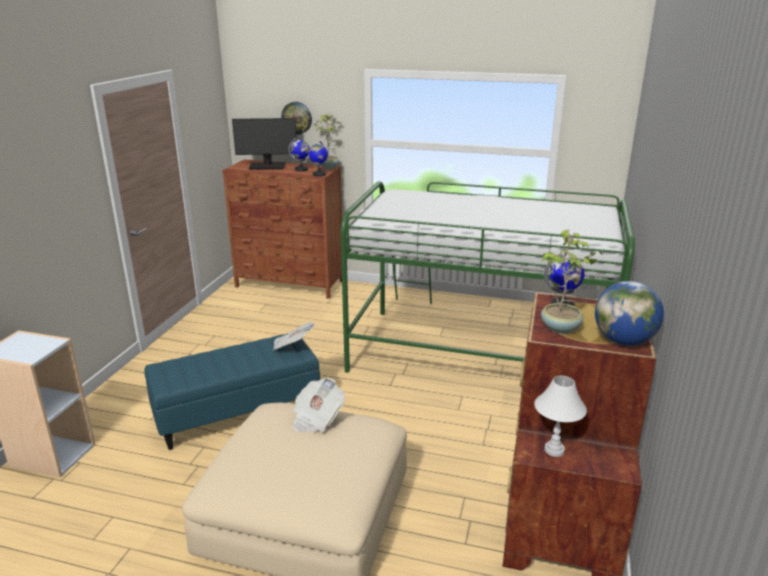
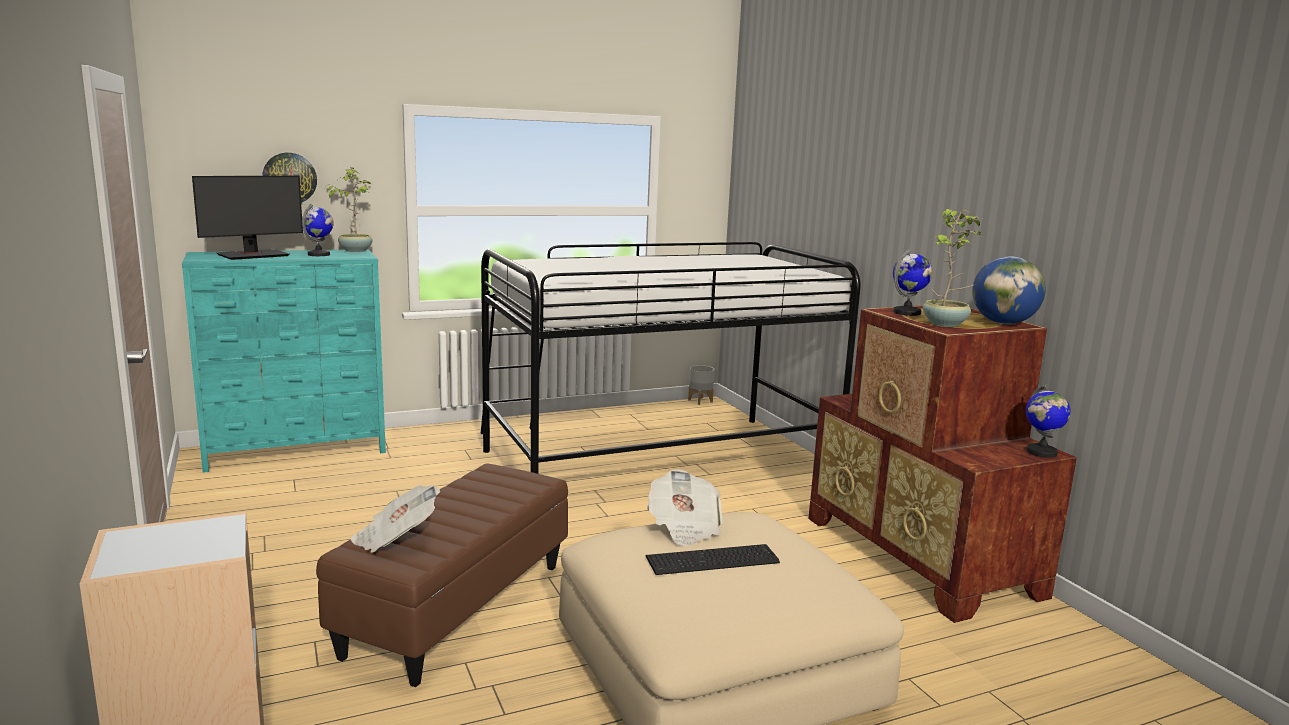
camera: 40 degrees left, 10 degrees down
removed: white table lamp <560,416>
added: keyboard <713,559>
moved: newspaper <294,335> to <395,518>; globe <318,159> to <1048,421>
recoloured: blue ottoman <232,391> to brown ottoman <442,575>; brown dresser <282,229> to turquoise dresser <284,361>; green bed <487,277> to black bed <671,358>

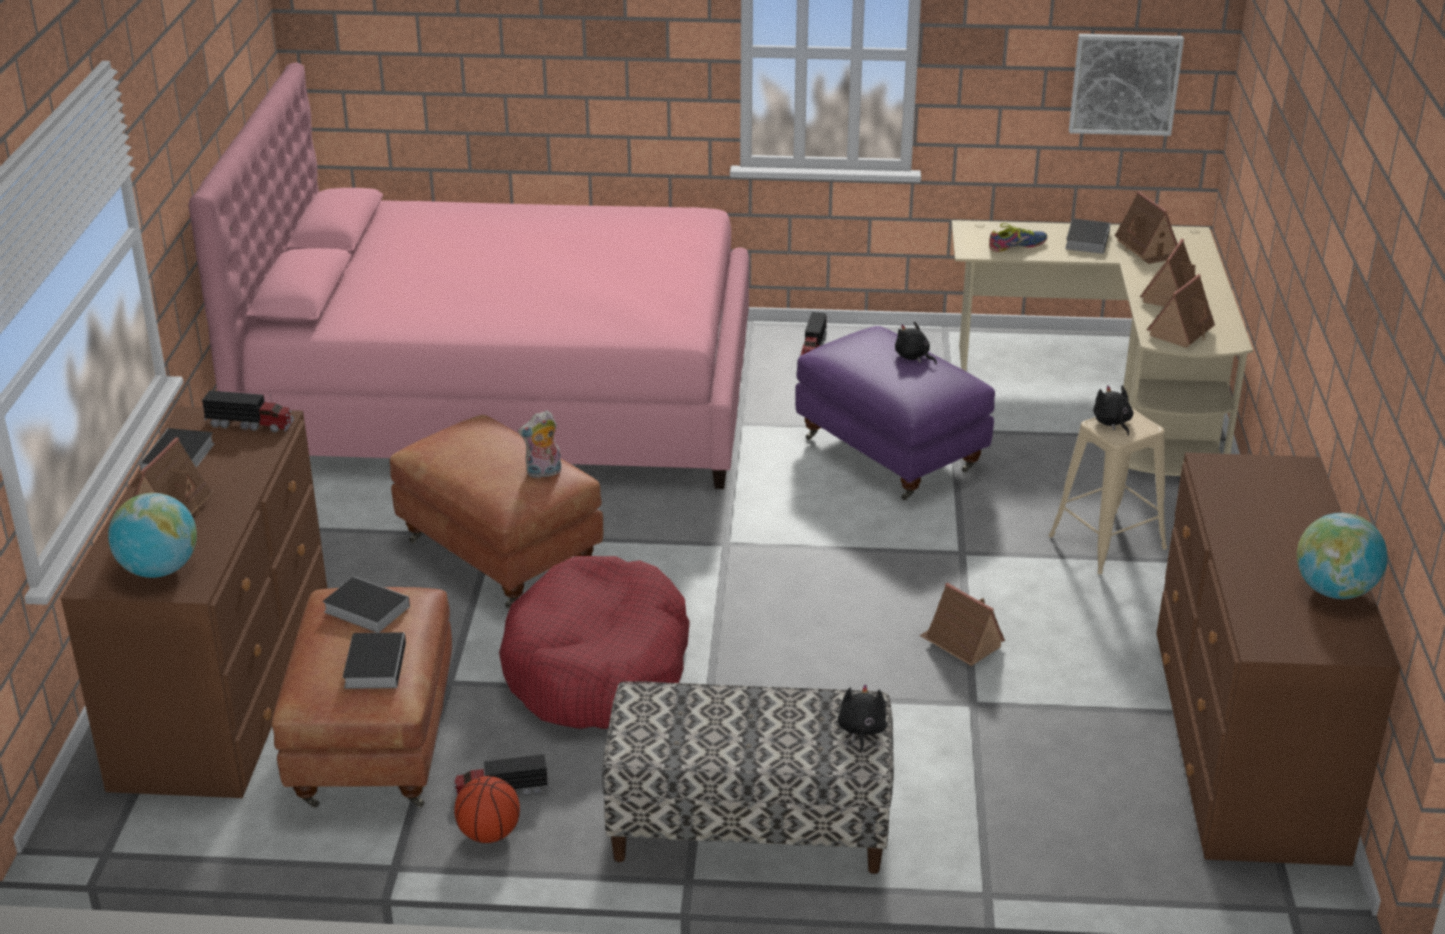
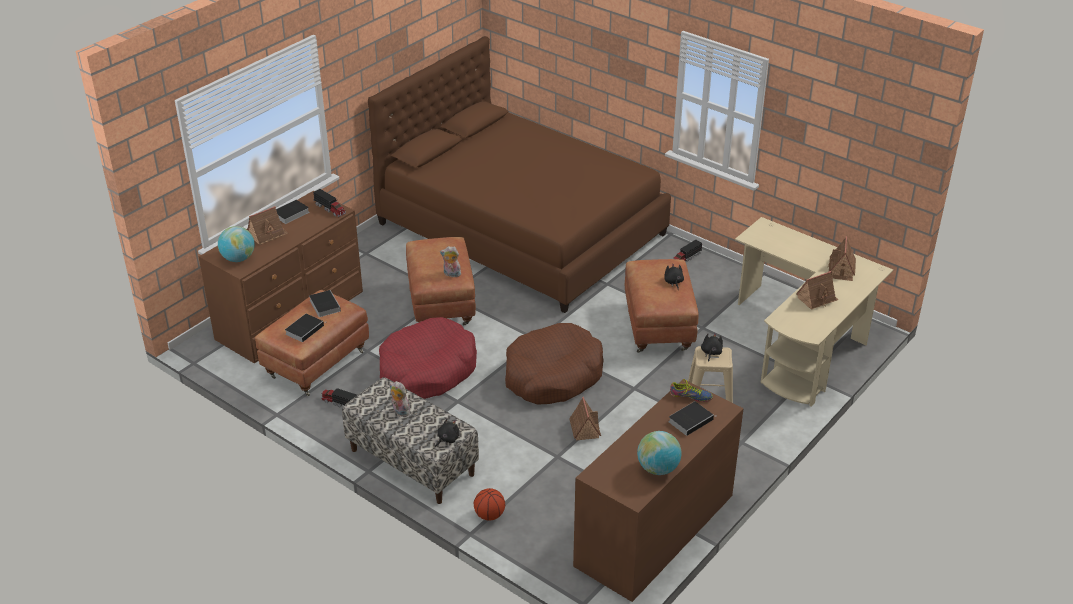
camera: 35 degrees right, 5 degrees up
removed: picture <1126,85>; toy house <1181,311>
added: plush toy <400,399>; brown dog bed <554,363>
moved: basketball <487,809> to <489,504>; shoe <1018,237> to <691,390>; book <1087,236> to <692,418>
recoloured: pink bed <468,276> to brown bed <519,174>; purple ottoman <895,413> to brown ottoman <662,306>

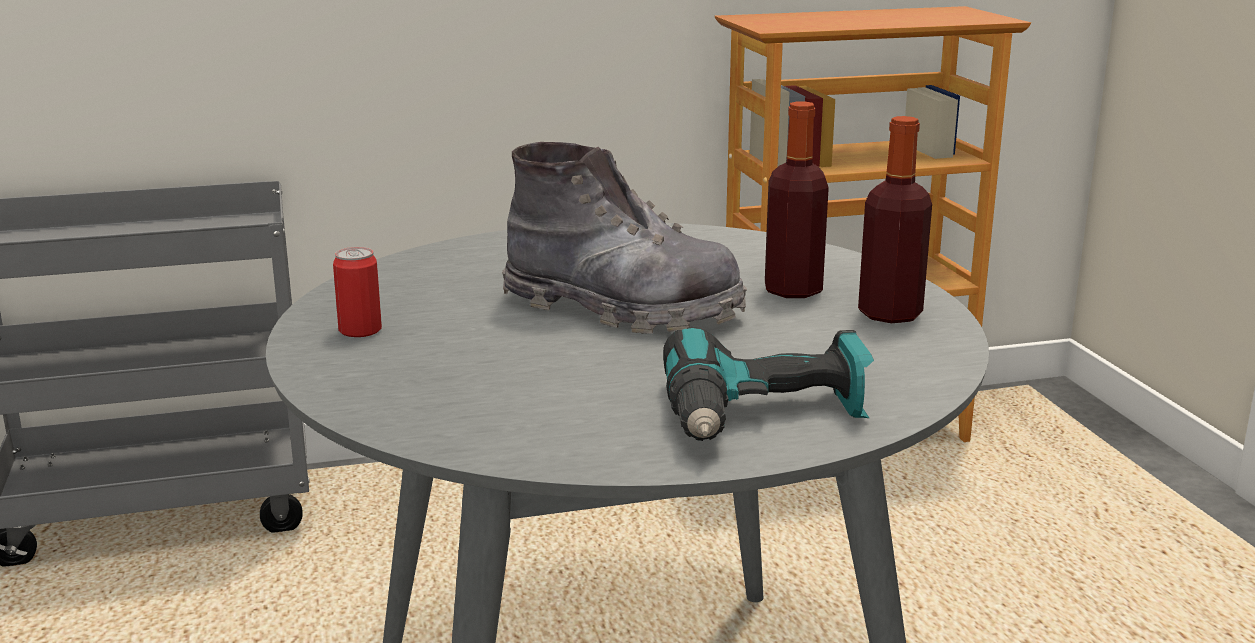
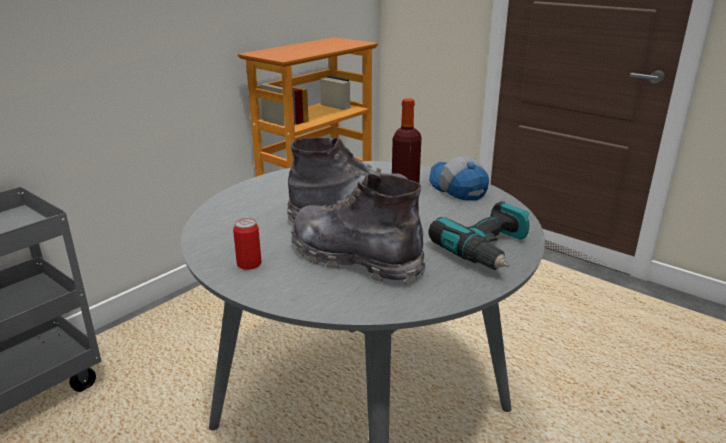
camera: 35 degrees left, 5 degrees up
added: grey boot <358,229>
replaced: bottle <895,219> to cap <459,178>

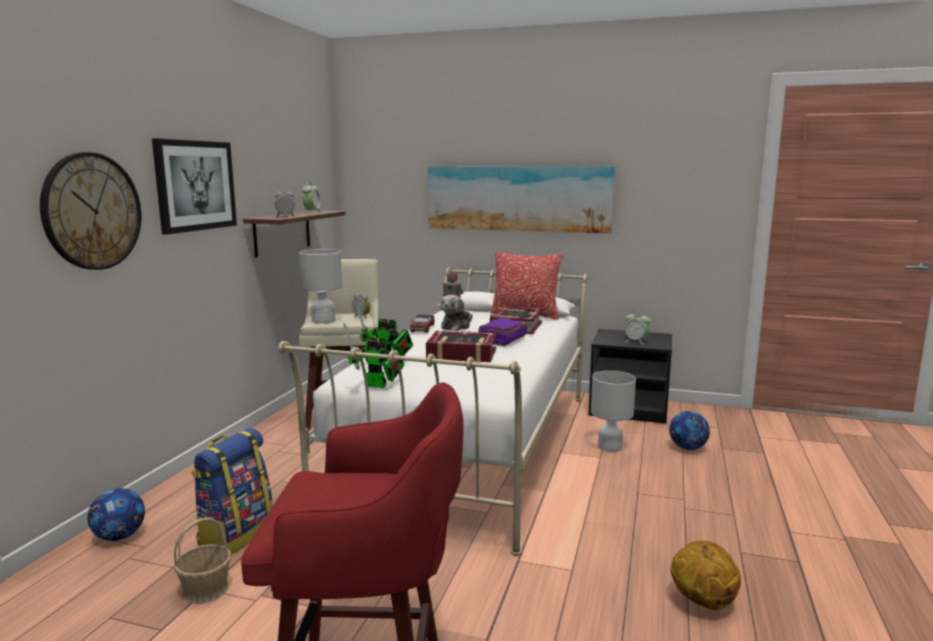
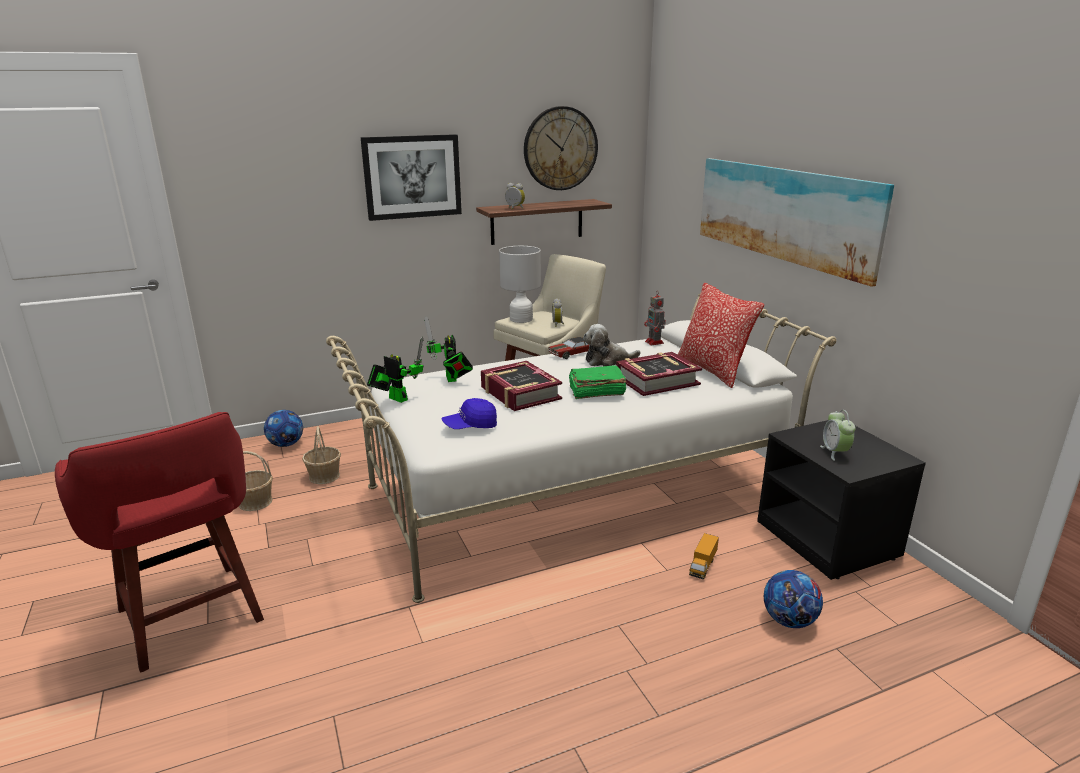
camera: 50 degrees right, 10 degrees up
removed: alarm clock <311,197>; basketball <705,575>
added: blue cap <469,413>
moved: wall clock <90,211> to <561,148>
replaced: backpack <232,491> to basket <321,455>; grey table lamp <613,411> to toy truck <704,556>
recoloured: purple book <503,332> to green book <597,382>
turned: toy robot <374,355> = <395,370> 150 degrees clockwise

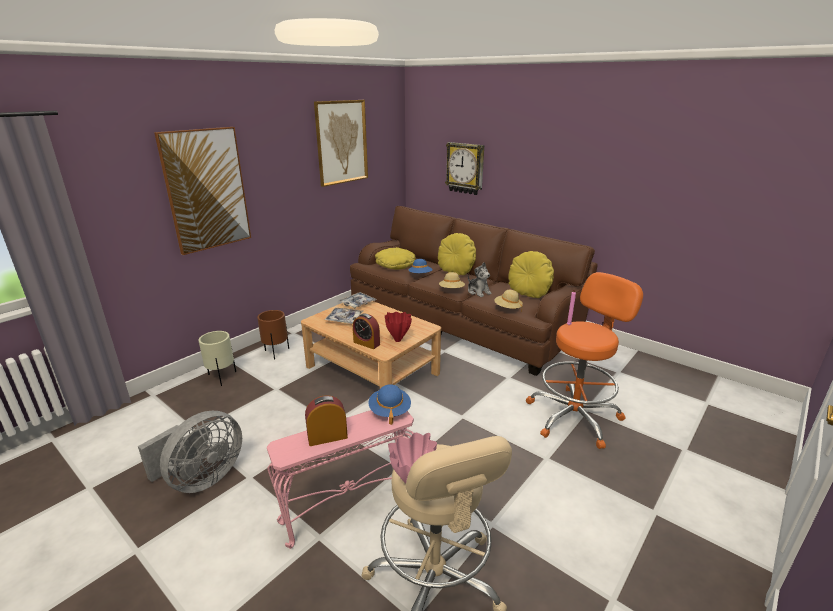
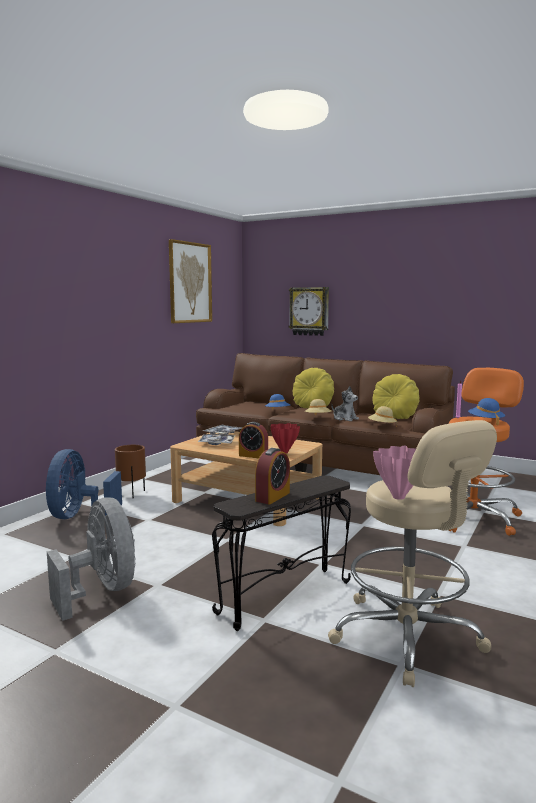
camera: 10 degrees left, 15 degrees down
removed: picture <202,191>; yellow pillow <395,258>
moved: blue hat <389,404> to <486,411>
replaced: beige planter <217,358> to blue fan <84,484>
recoloured: pink side table <340,479> to black side table <281,553>
turned: grey fan <190,452> = <91,559> 60 degrees counterclockwise; alarm clock <326,420> = <272,476> 150 degrees clockwise

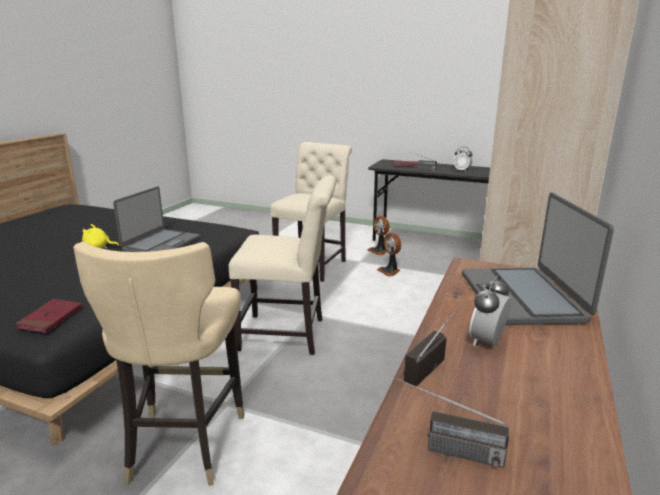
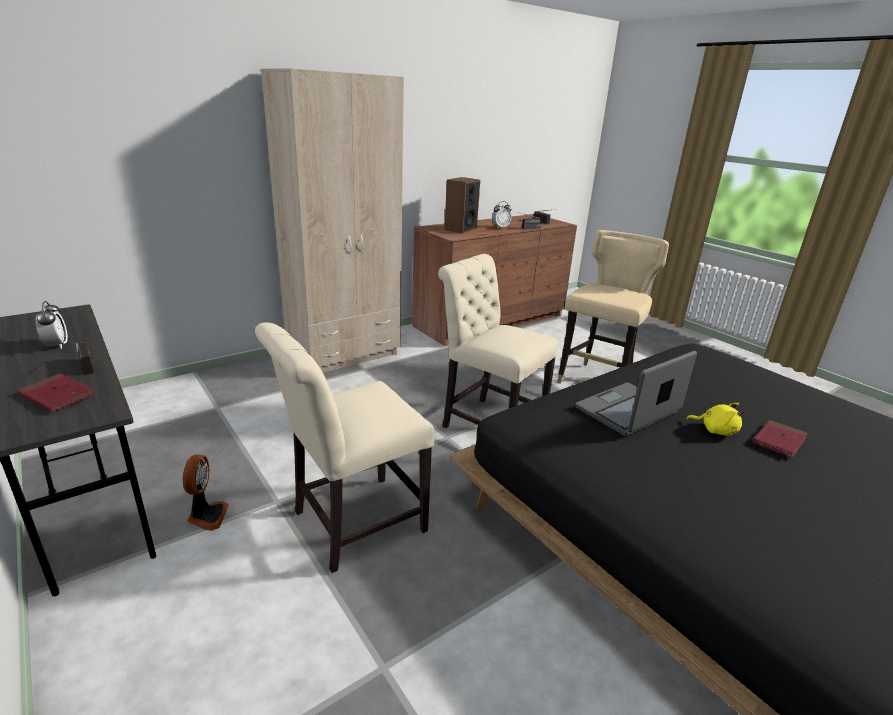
camera: 150 degrees left, 5 degrees up
removed: fan <389,254>
moved: red book <48,316> to <780,439>
replaced: laptop <538,259> to speaker <462,205>

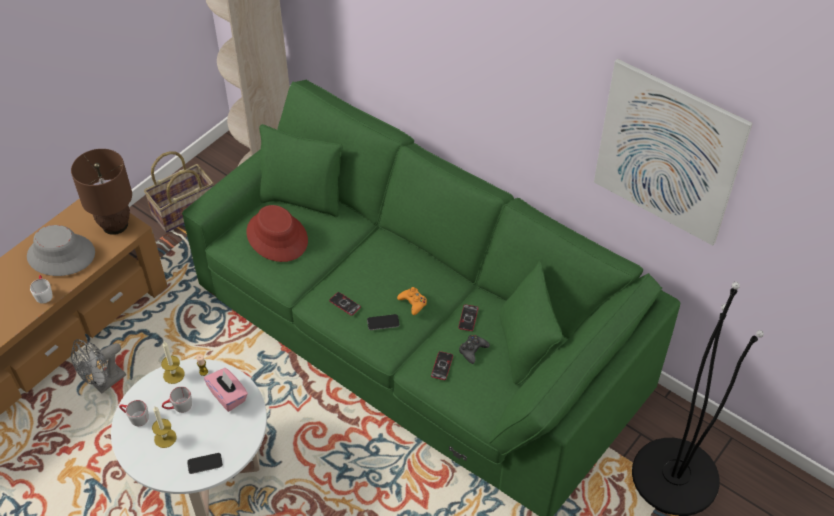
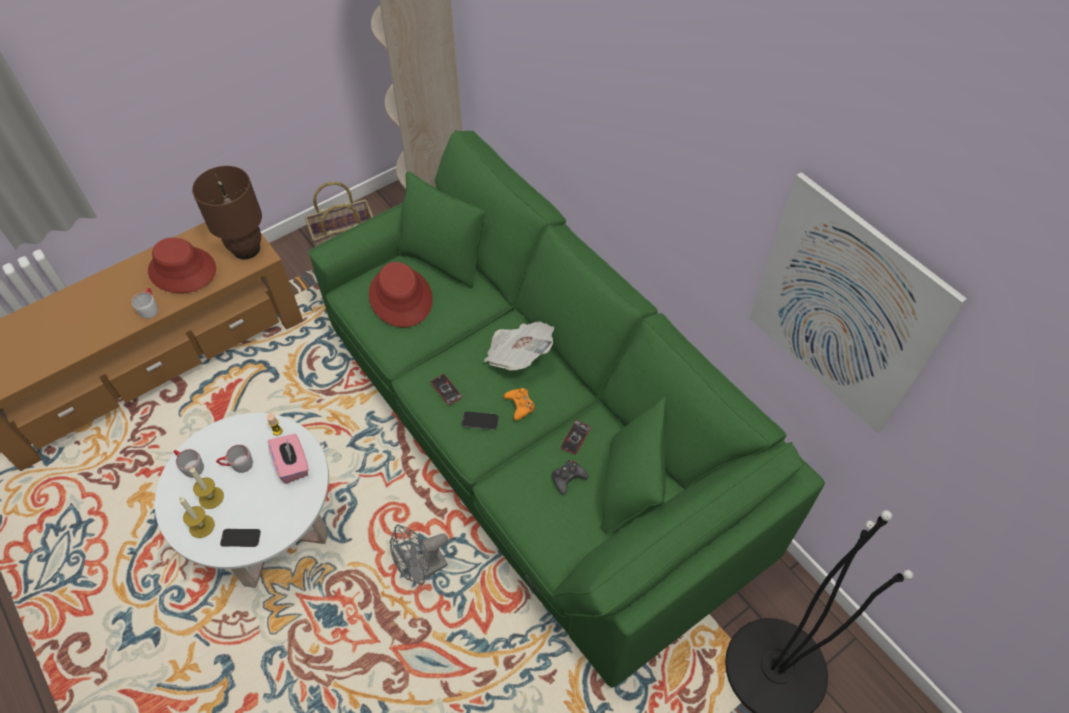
camera: 15 degrees right, 5 degrees up
removed: phone <442,365>
added: newspaper <519,346>
moved: grey fan <98,366> to <419,554>; candle <173,363> to <197,517>
recoloured: grey hat <61,250> to red hat <182,265>

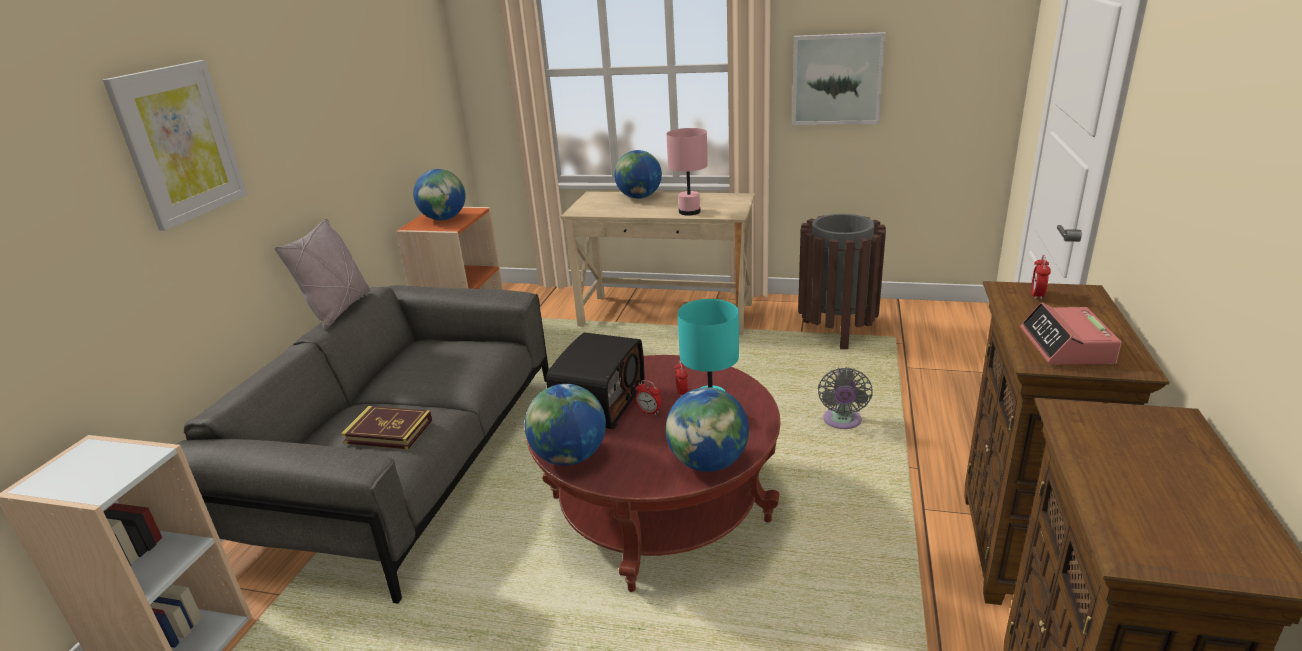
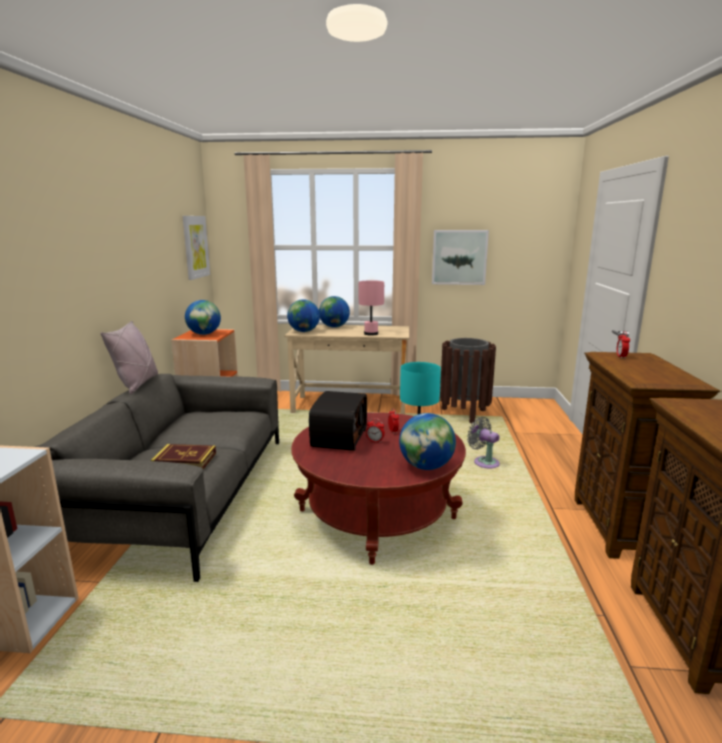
camera: 10 degrees left, 10 degrees down
removed: alarm clock <1071,334>
moved: picture <175,145> to <196,248>; globe <565,424> to <303,315>
turned: grey fan <845,398> = <483,443> 135 degrees clockwise

